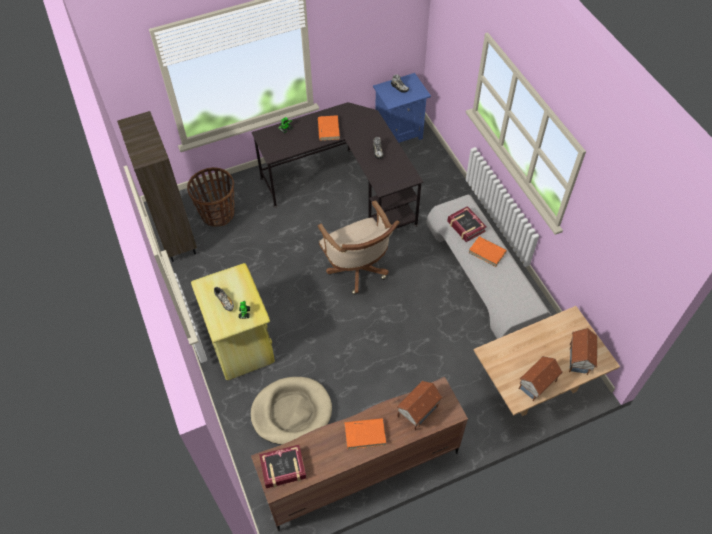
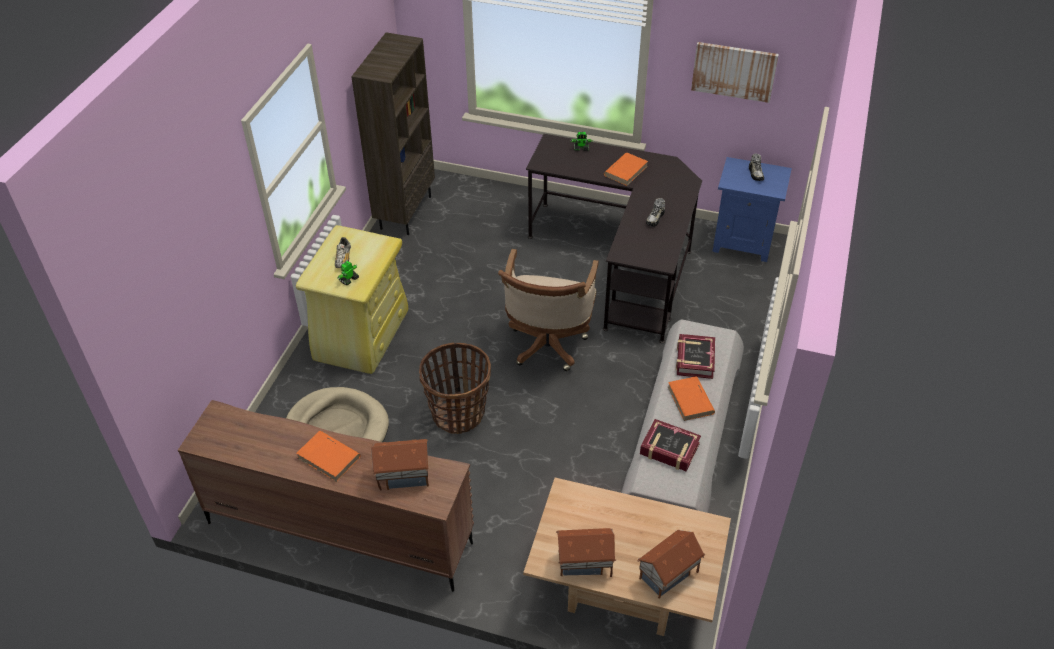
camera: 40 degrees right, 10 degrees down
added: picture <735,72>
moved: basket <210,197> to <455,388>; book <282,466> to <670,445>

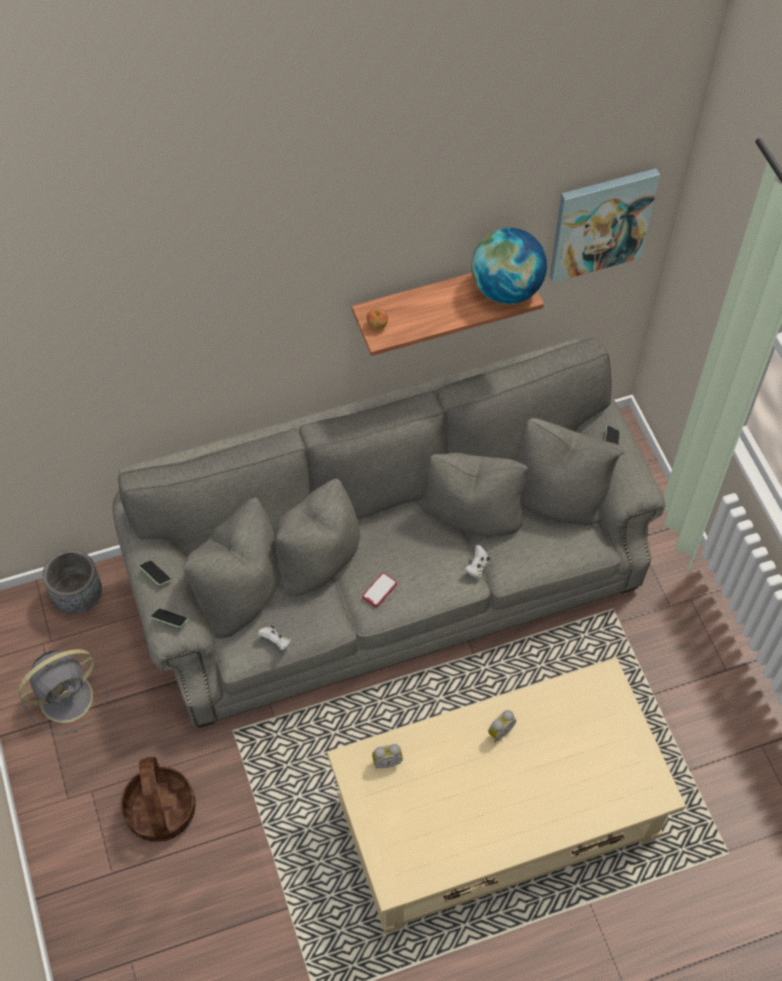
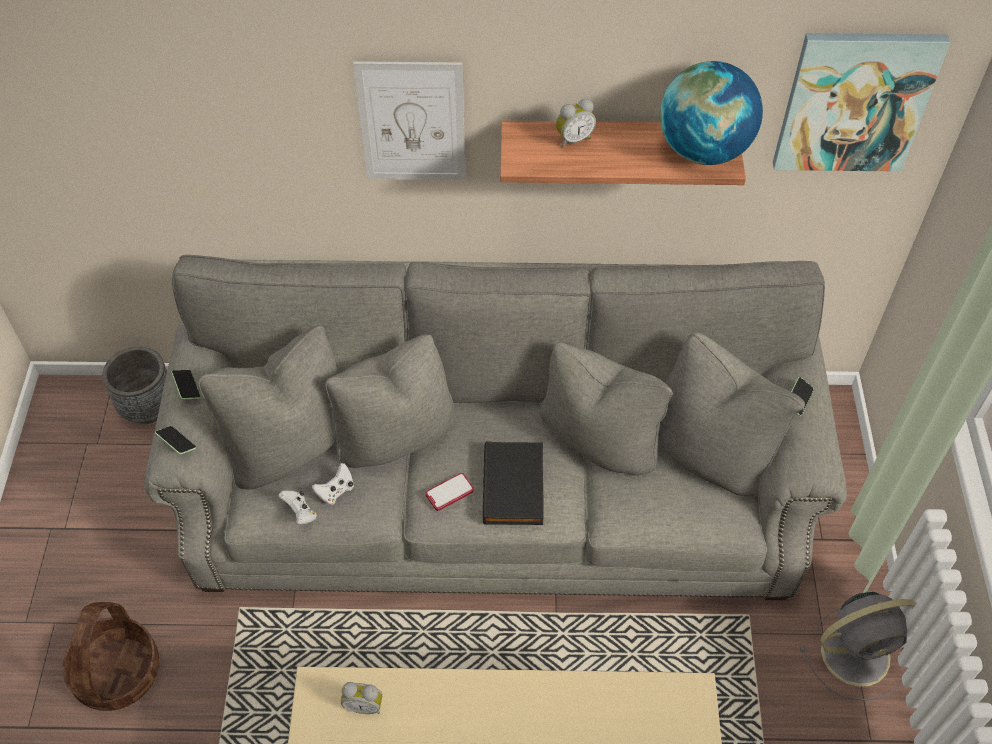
camera: 20 degrees right, 5 degrees down
removed: apple <377,318>
added: picture <409,120>; black book <513,483>
moved: grey fan <62,692> to <858,646>; white game controller <477,562> to <333,484>; alarm clock <502,726> to <576,123>

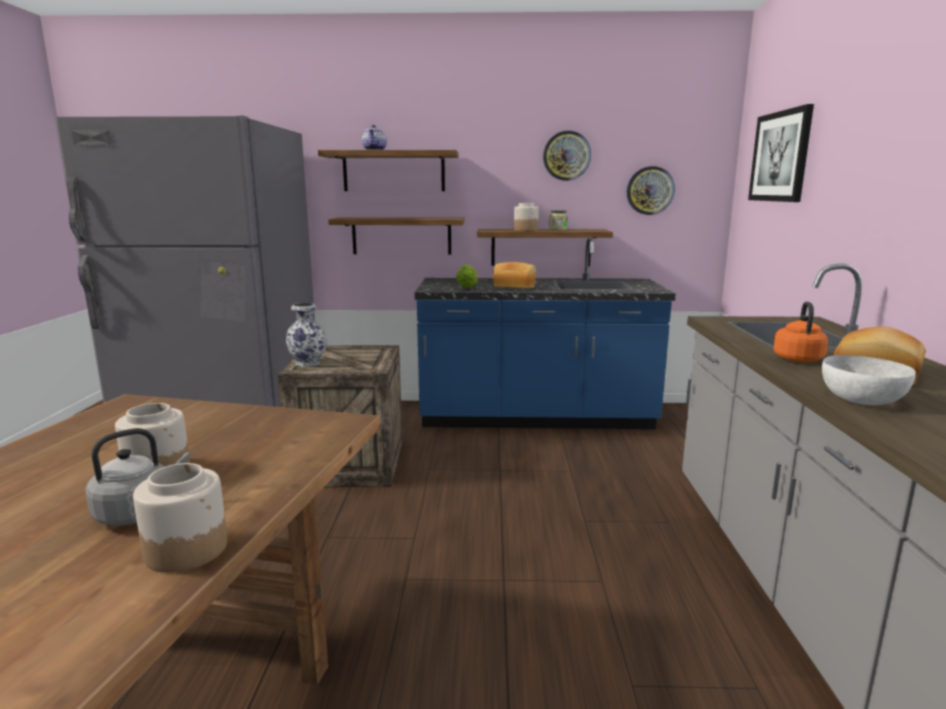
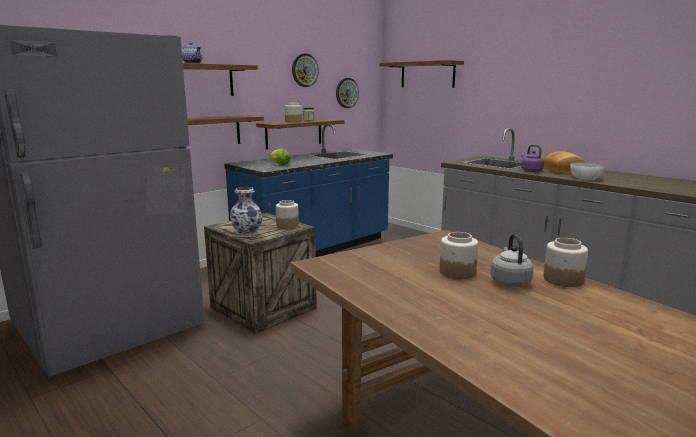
camera: 45 degrees left, 0 degrees up
removed: bread <514,275>
added: jar <287,214>
replaced: picture <781,153> to shelf <422,74>
recoloured: orange kettle <800,332> to purple kettle <532,158>

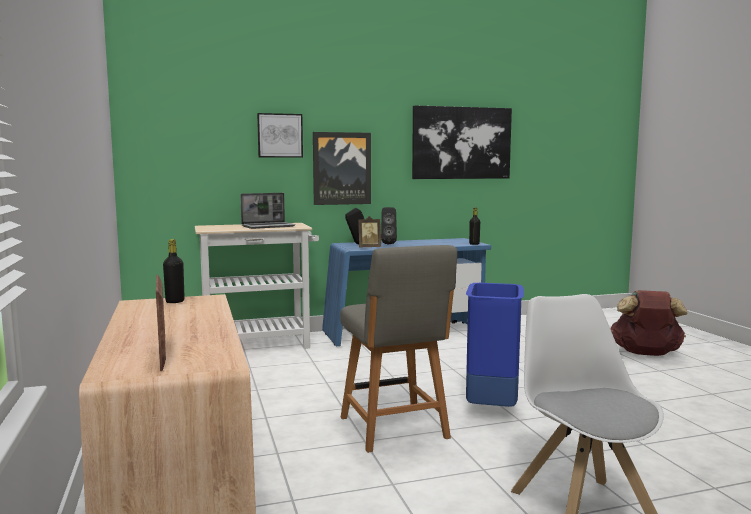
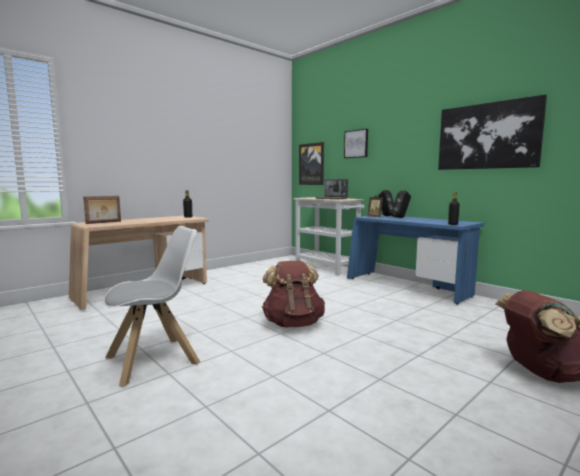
camera: 65 degrees right, 0 degrees up
removed: grey chair <398,349>
moved: picture <342,168> to <311,163>
replaced: blue trash can <495,345> to brown backpack <293,294>

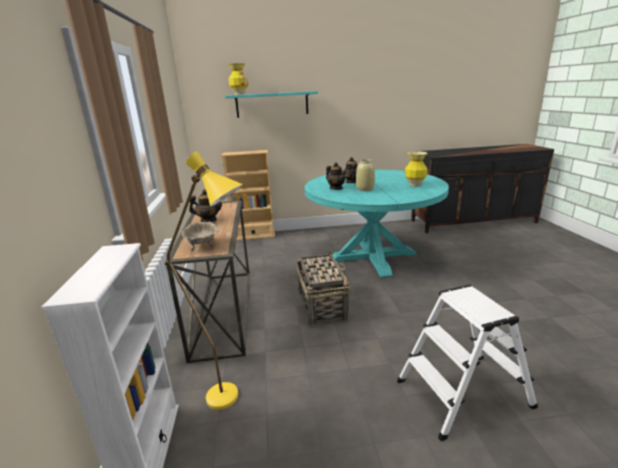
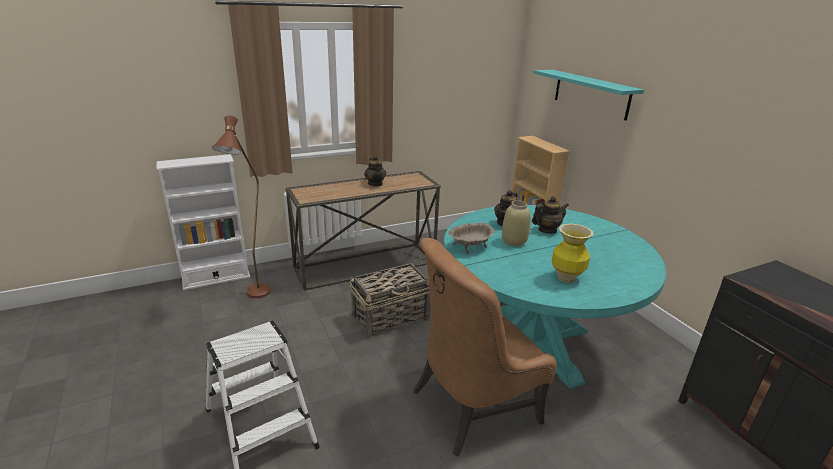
camera: 70 degrees right, 5 degrees up
removed: vase <238,79>
added: brown chair <485,347>
moved: beige bowl <199,236> to <471,238>
recoloured: yellow floor lamp <205,280> to brown floor lamp <241,207>

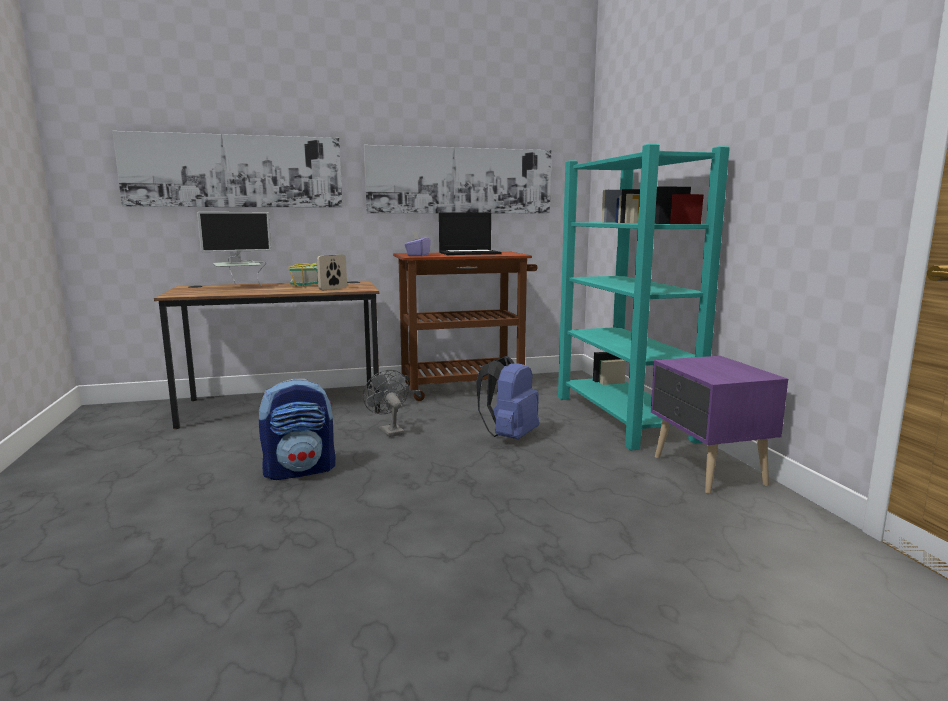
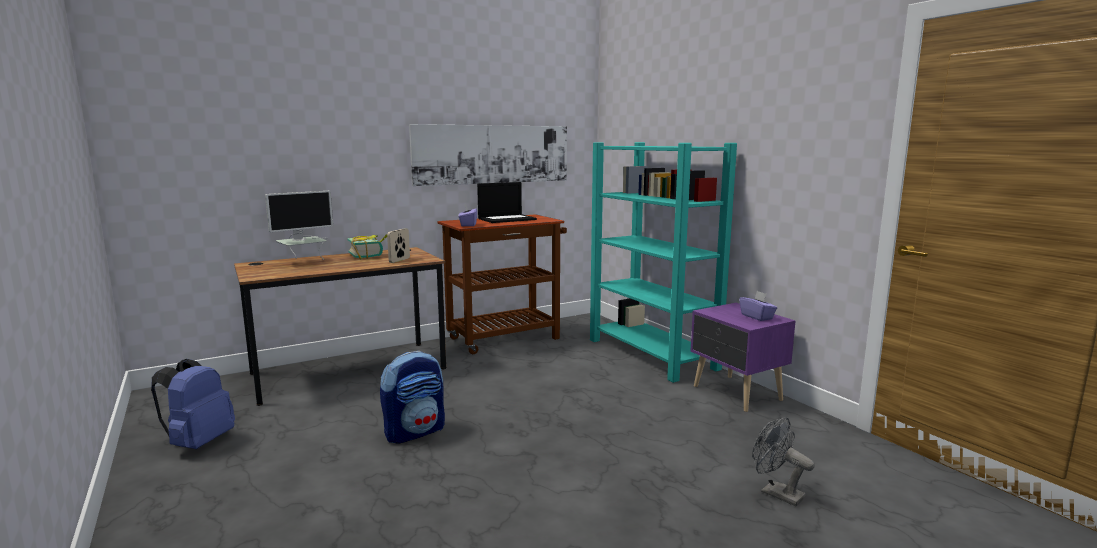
camera: 15 degrees left, 0 degrees up
removed: picture <227,169>
added: purple tissue box <758,306>
moved: grey fan <386,403> to <783,461>; blue backpack <507,397> to <193,404>

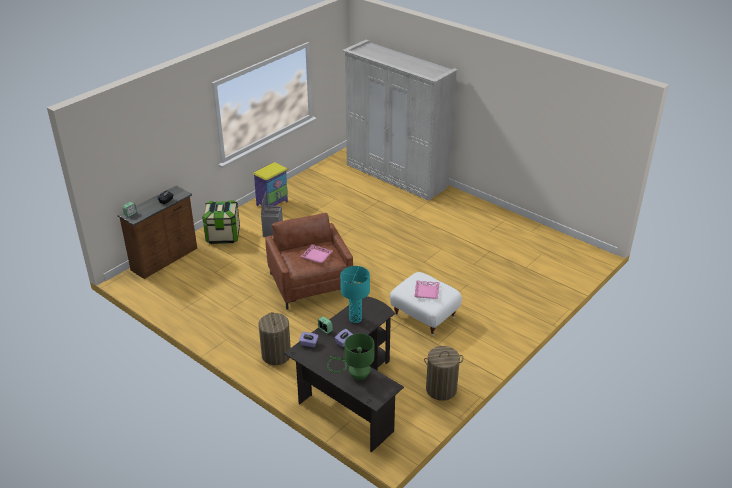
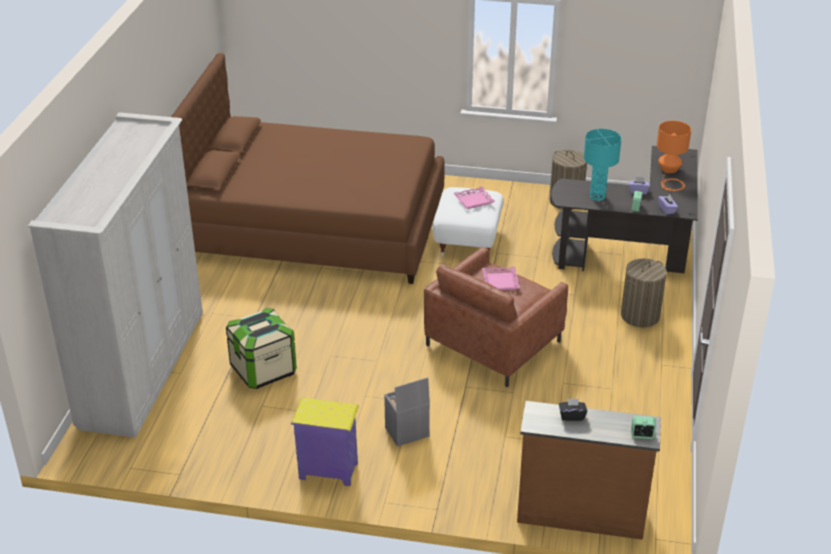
camera: 120 degrees left, 0 degrees up
added: brown bed <308,168>
moved: storage box <221,222> to <261,348>
recoloured: green table lamp <350,356> to orange table lamp <674,156>

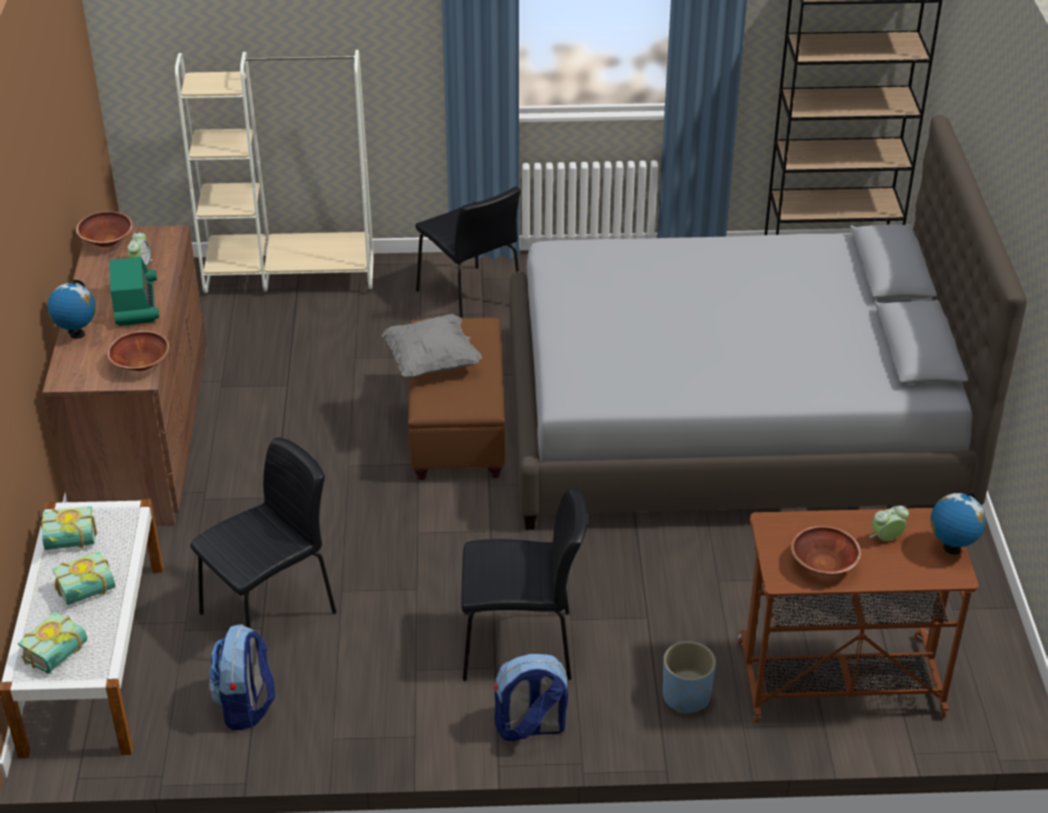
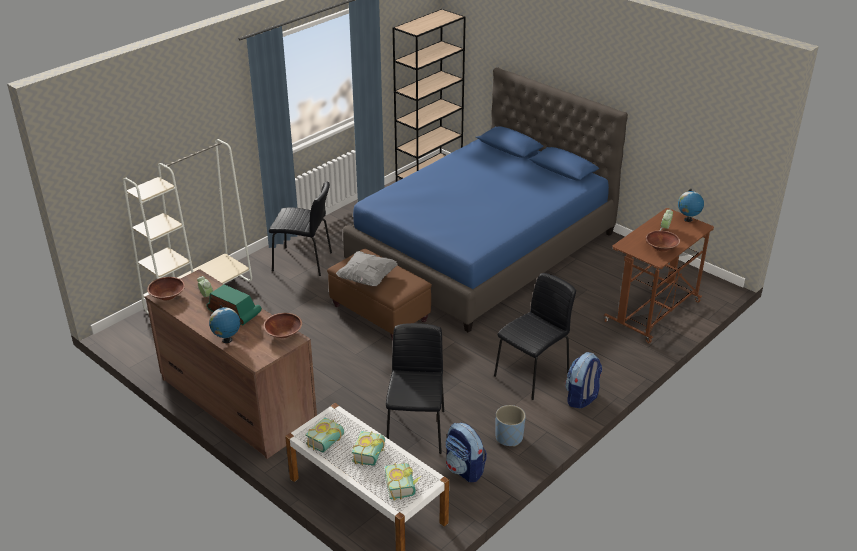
camera: 45 degrees left, 5 degrees down
moved: blue planter <689,677> to <511,426>
recoloured: grey bed <768,322> to blue bed <485,199>

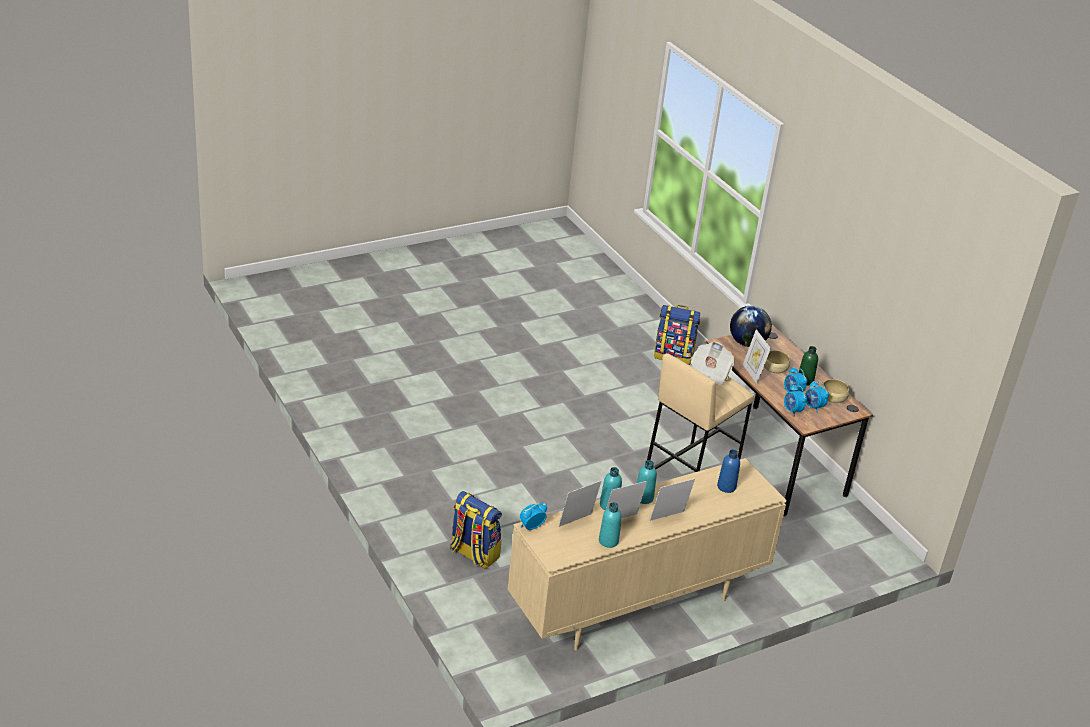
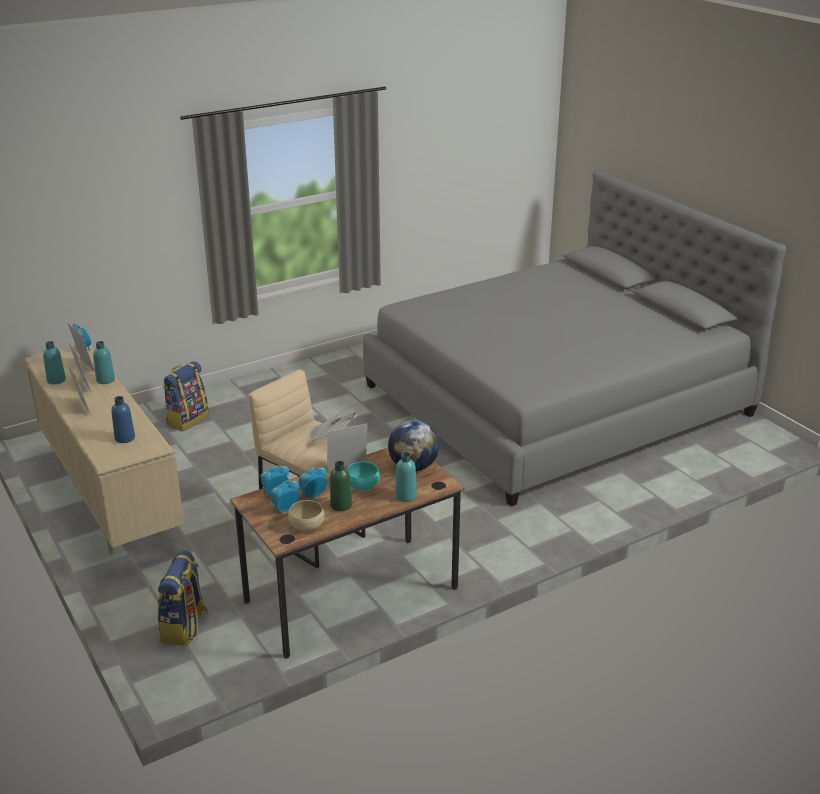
camera: 90 degrees right, 5 degrees down
added: grey bed <574,338>
moved: turquoise bottle <647,482> to <406,477>; backpack <677,335> to <183,598>
recoloured: beige bowl <777,361> to turquoise bowl <363,476>

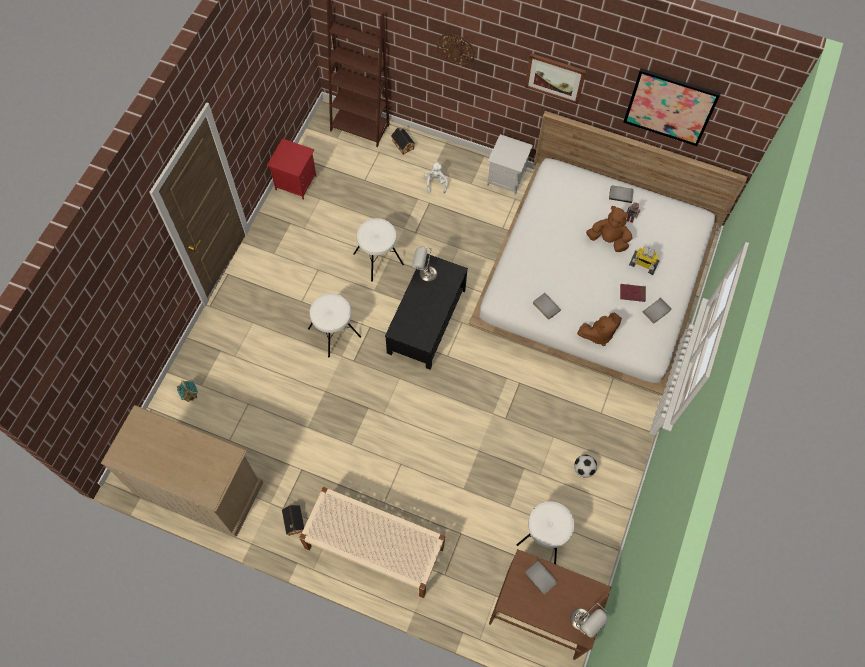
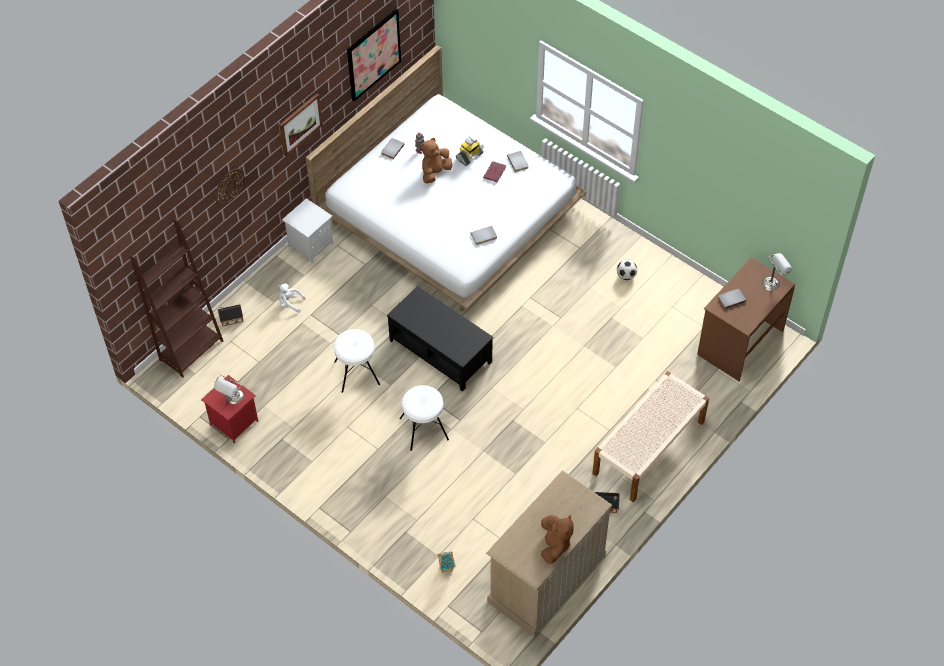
camera: 70 degrees left, 10 degrees down
removed: white stool <545,532>
moved: white table lamp <424,263> to <229,389>; brown plush toy <599,329> to <557,539>

